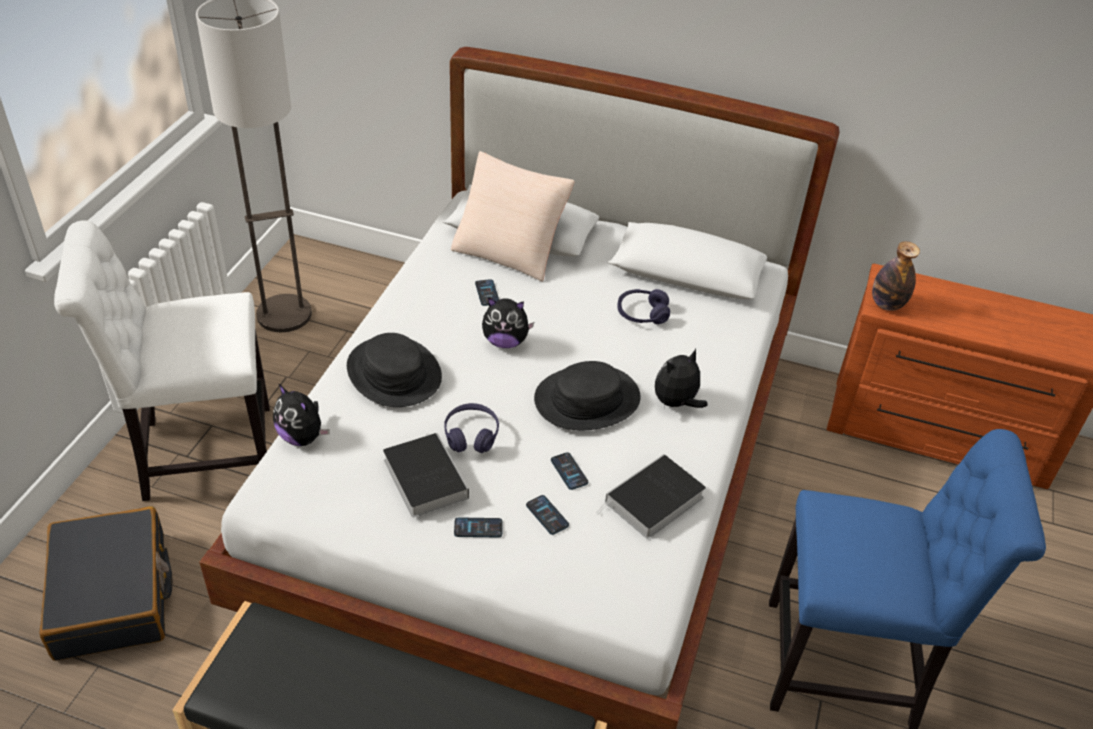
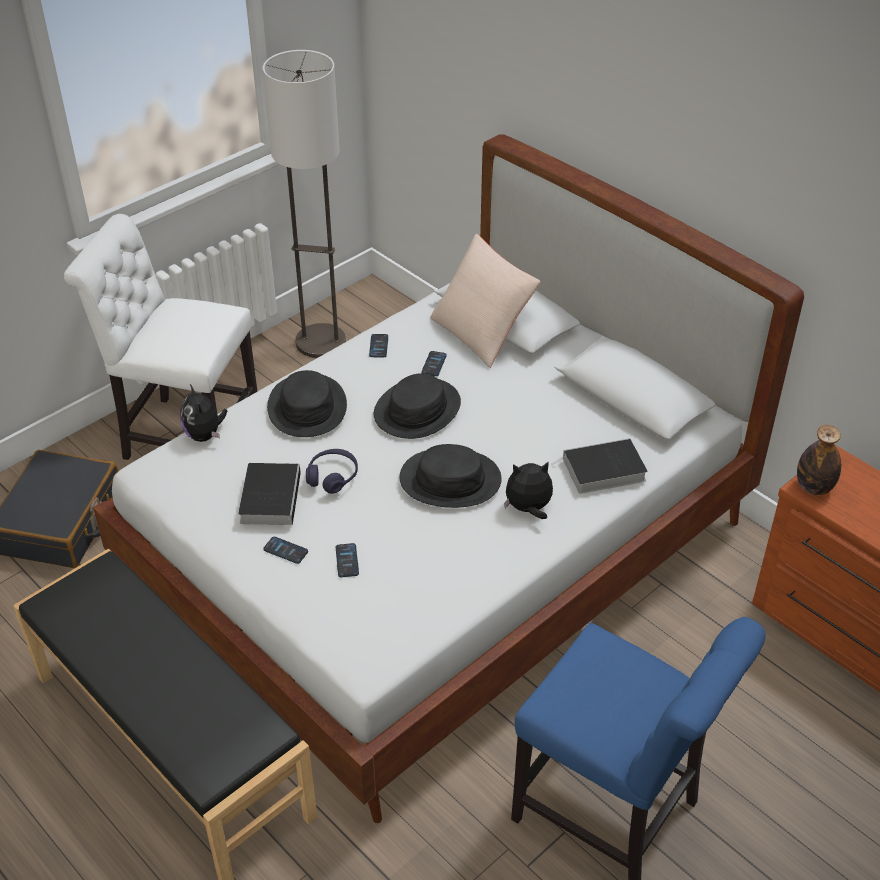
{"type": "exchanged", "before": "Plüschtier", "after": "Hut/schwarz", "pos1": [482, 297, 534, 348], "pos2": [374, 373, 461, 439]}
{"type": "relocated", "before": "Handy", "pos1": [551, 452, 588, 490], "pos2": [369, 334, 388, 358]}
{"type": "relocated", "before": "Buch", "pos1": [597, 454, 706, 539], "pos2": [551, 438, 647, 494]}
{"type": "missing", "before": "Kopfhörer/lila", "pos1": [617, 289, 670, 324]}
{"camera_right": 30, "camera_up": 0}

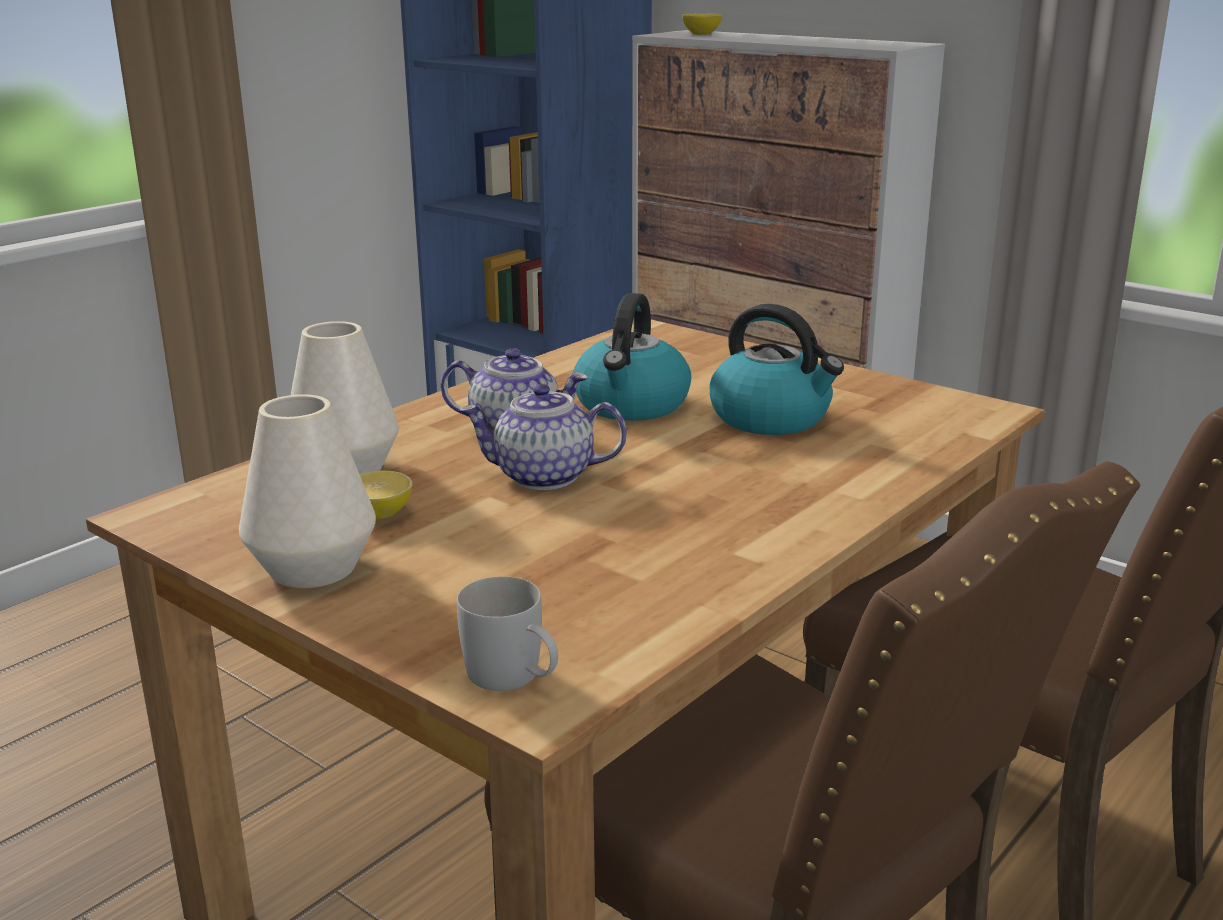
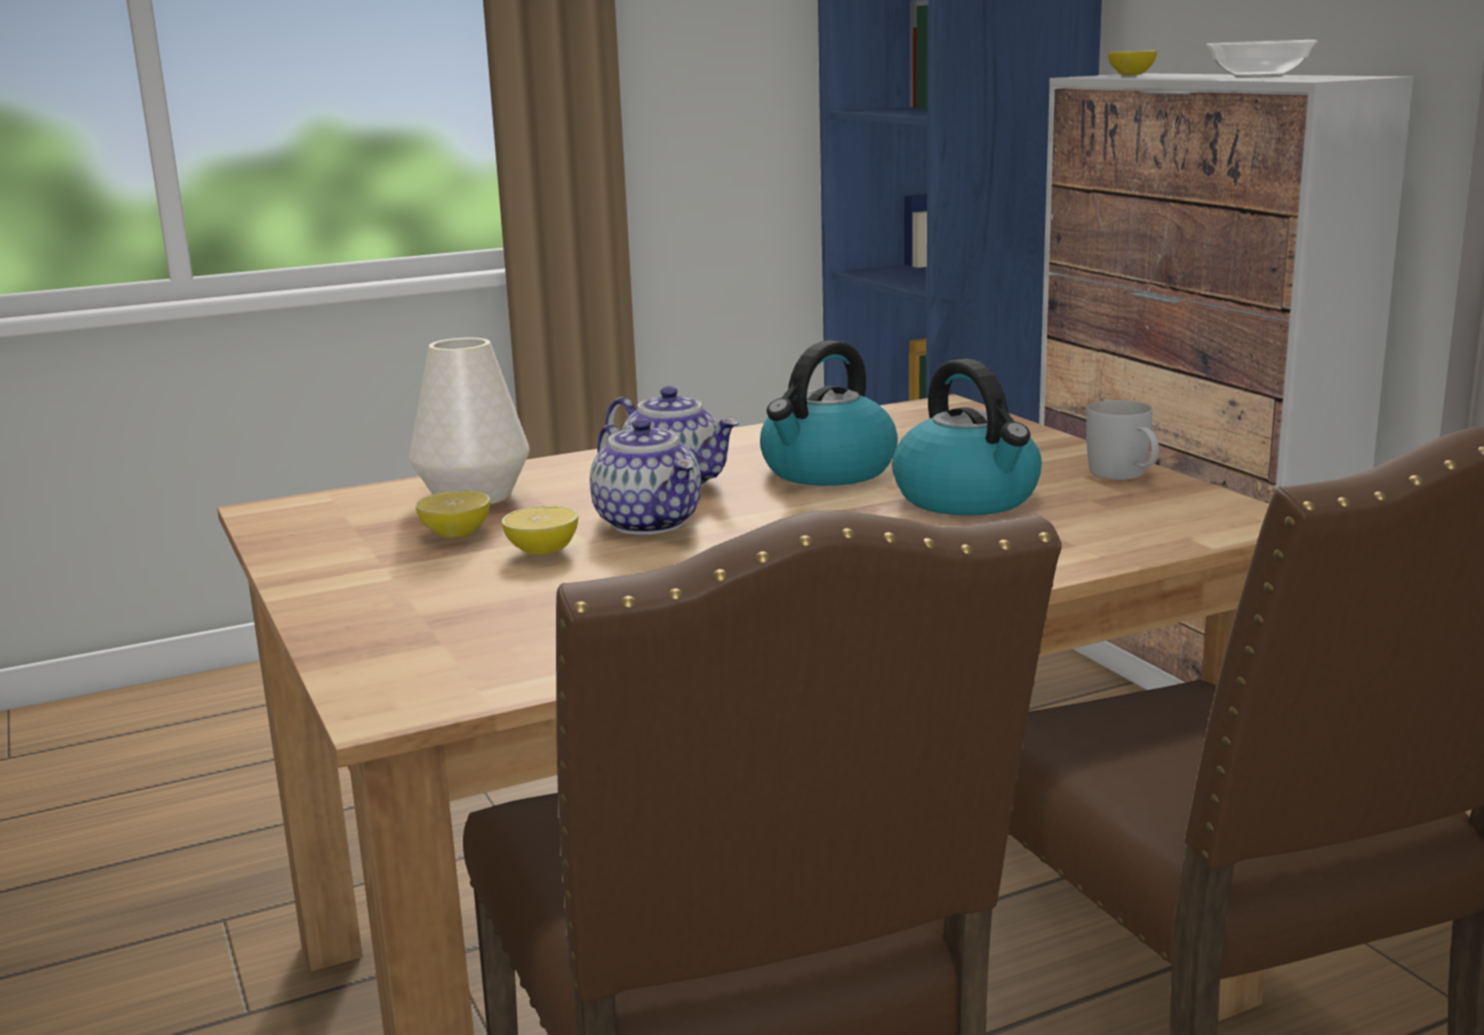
{"type": "missing", "before": "Vase/weiß", "pos1": [239, 394, 376, 588]}
{"type": "relocated", "before": "Henkelbecher/weiß", "pos1": [457, 576, 558, 691], "pos2": [1086, 400, 1159, 480]}
{"type": "spun", "before": "Teekanne", "pos1": [459, 384, 627, 490], "pos2": [590, 418, 701, 535], "turn": -150}
{"type": "appeared", "after": "Zitrone", "pos2": [502, 506, 578, 555]}
{"type": "appeared", "after": "Schüssel", "pos2": [1206, 40, 1318, 78]}
{"camera_right": 25, "camera_up": -5}

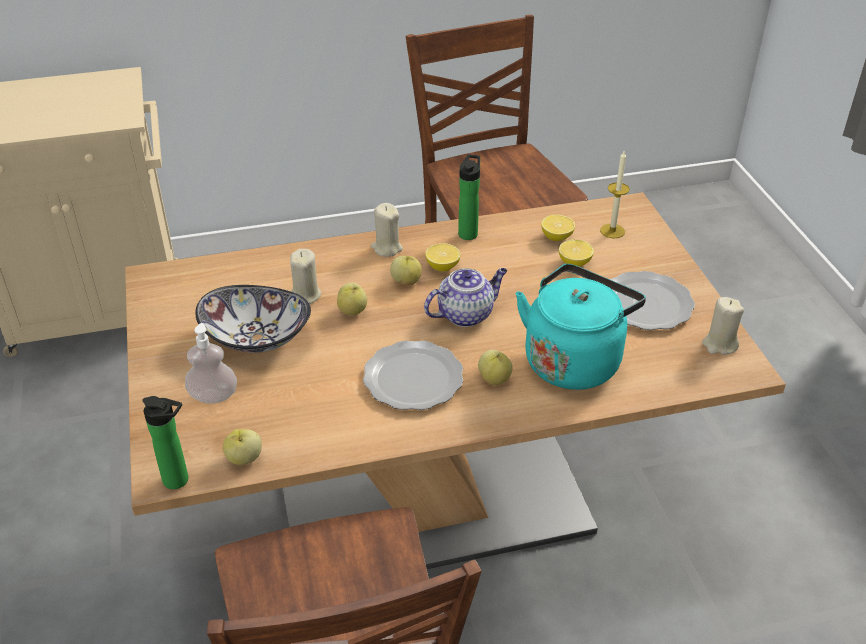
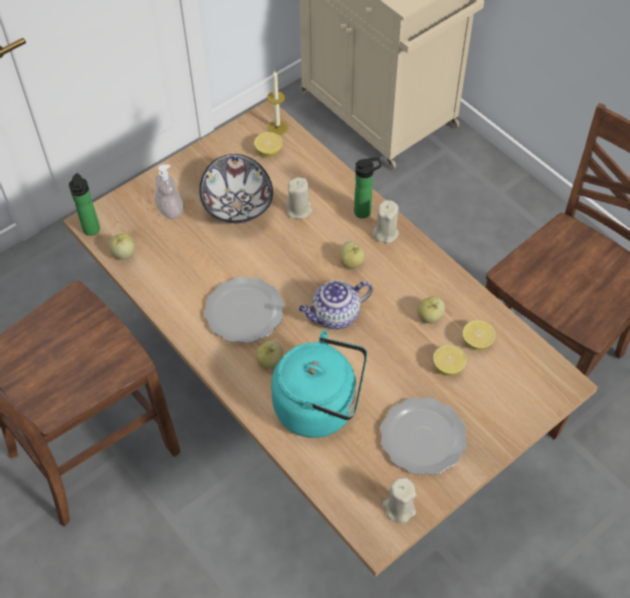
{"type": "relocated", "before": "Apfel", "pos1": [337, 283, 367, 315], "pos2": [417, 296, 445, 324]}
{"type": "spun", "before": "Teekanne", "pos1": [424, 268, 507, 327], "pos2": [299, 280, 373, 329], "turn": 120}
{"type": "relocated", "before": "Zitrone", "pos1": [425, 243, 460, 271], "pos2": [254, 132, 282, 156]}
{"type": "relocated", "before": "Flasche", "pos1": [458, 154, 480, 240], "pos2": [354, 157, 381, 218]}
{"type": "relocated", "before": "Kerze", "pos1": [600, 151, 630, 238], "pos2": [267, 71, 288, 135]}
{"camera_right": 65, "camera_up": 15}

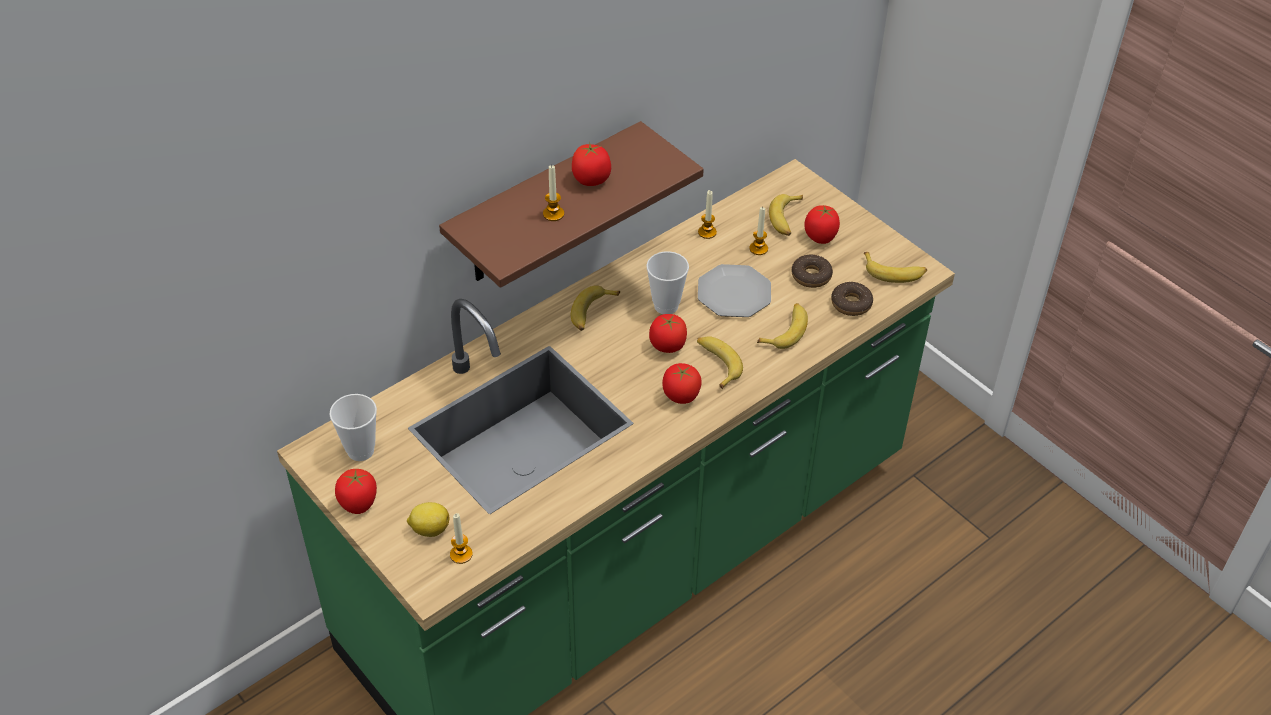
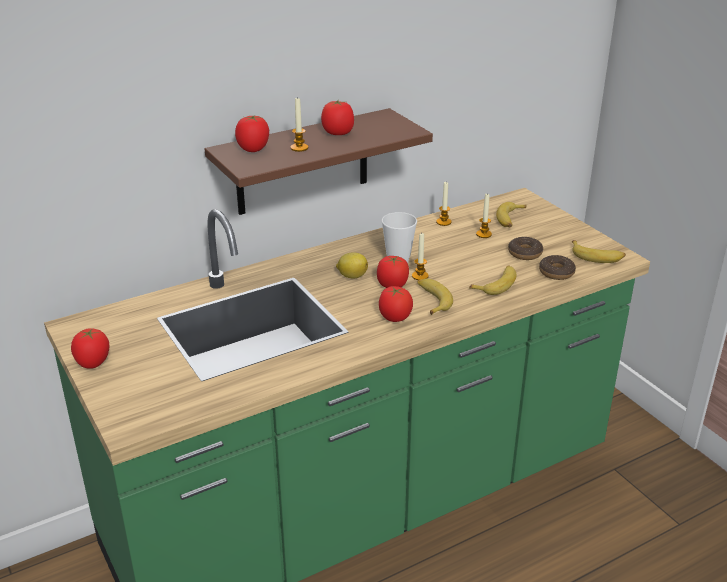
{"type": "missing", "before": "Tasse", "pos1": [330, 394, 377, 461]}
{"type": "relocated", "before": "Zitrone", "pos1": [407, 502, 450, 537], "pos2": [336, 252, 368, 279]}
{"type": "relocated", "before": "Kerze", "pos1": [450, 513, 473, 564], "pos2": [412, 233, 429, 280]}
{"type": "missing", "before": "Banane", "pos1": [571, 285, 620, 331]}
{"type": "missing", "before": "Teller", "pos1": [698, 264, 771, 317]}
{"type": "relocated", "before": "Tomate", "pos1": [804, 205, 840, 244], "pos2": [235, 115, 269, 152]}
{"camera_right": 10, "camera_up": -15}

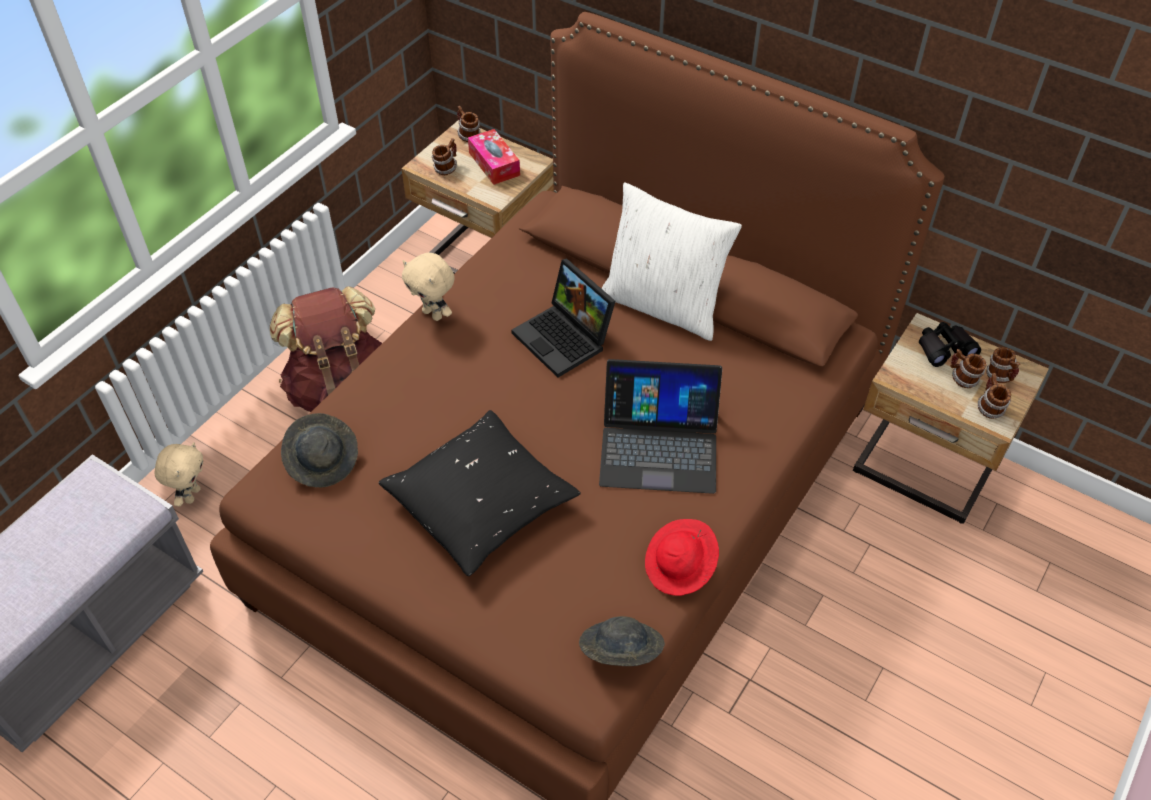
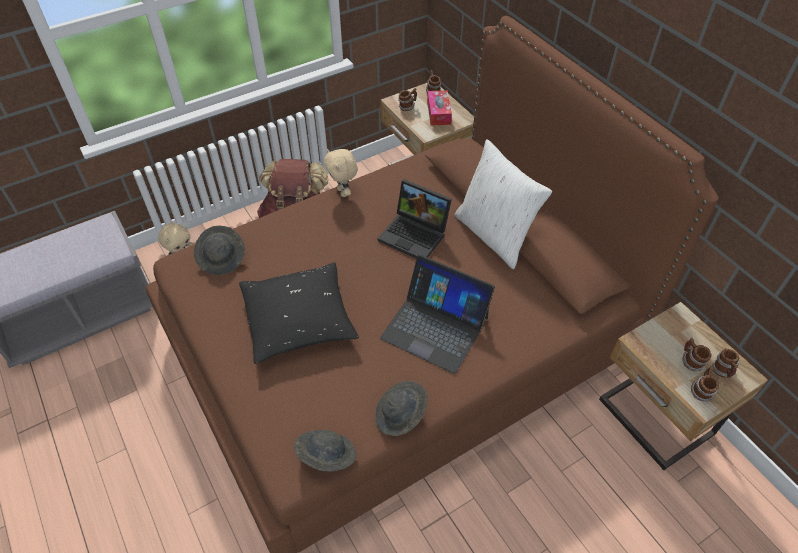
{"type": "spun", "before": "Laptop", "pos1": [511, 258, 615, 377], "pos2": [378, 179, 452, 259], "turn": -45}
{"type": "colour", "before": "Hut/rot", "after": "Hut/grau", "pos1": [645, 519, 719, 596], "pos2": [375, 381, 428, 436]}
{"type": "missing", "before": "Fernglas/schwarz", "pos1": [919, 322, 981, 367]}
{"camera_right": 25, "camera_up": 0}

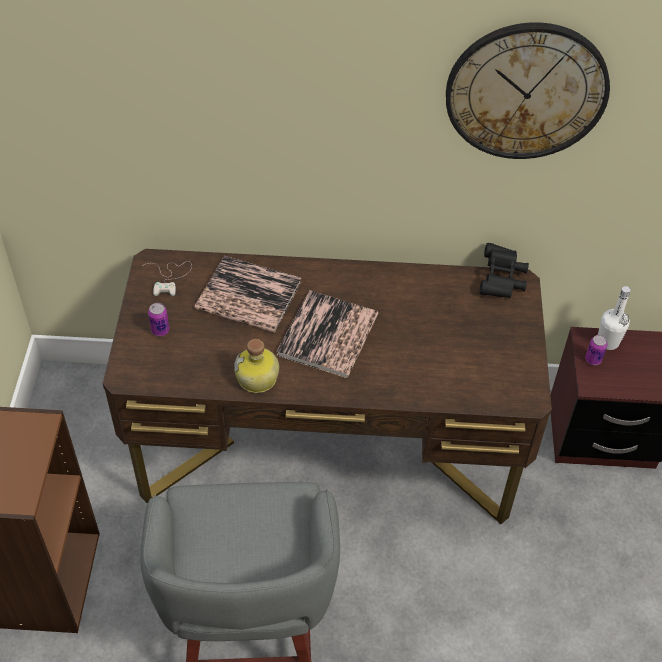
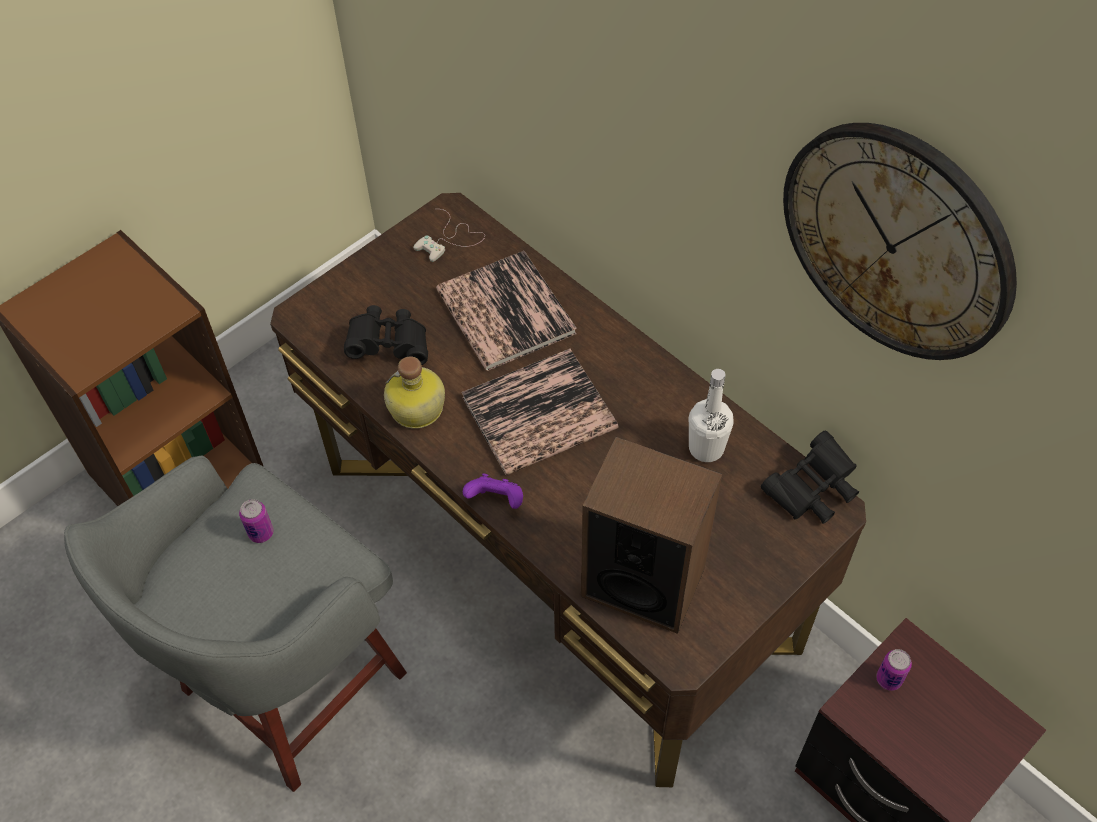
{"type": "relocated", "before": "Dose", "pos1": [148, 303, 169, 336], "pos2": [239, 499, 274, 543]}
{"type": "relocated", "before": "Flasche/weiß", "pos1": [598, 286, 631, 350], "pos2": [689, 369, 734, 462]}
{"type": "appeared", "after": "Fernglas/schwarz", "pos2": [344, 305, 428, 365]}
{"type": "appeared", "after": "Gamepad/lila", "pos2": [463, 474, 523, 509]}
{"type": "appeared", "after": "Lautsprecher", "pos2": [581, 437, 722, 634]}
{"camera_right": 45, "camera_up": 5}

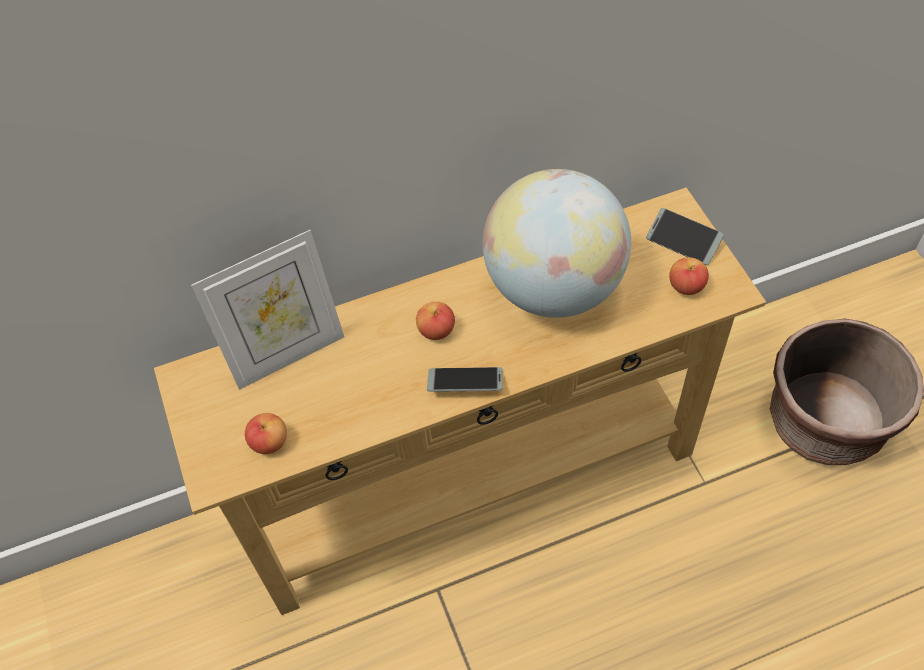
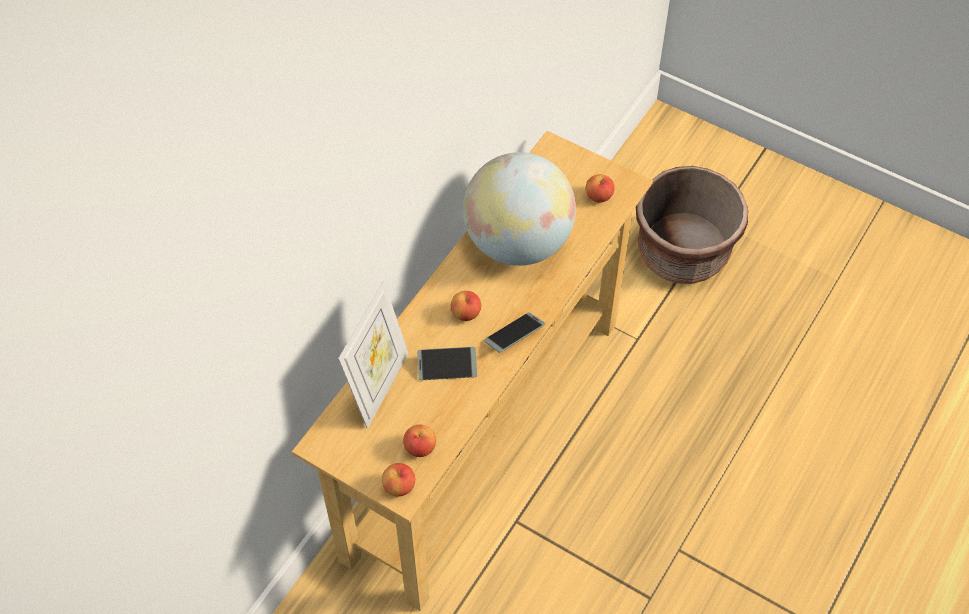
{"type": "relocated", "before": "Handy", "pos1": [646, 208, 724, 265], "pos2": [417, 347, 477, 380]}
{"type": "appeared", "after": "Apfel", "pos2": [382, 463, 415, 497]}
{"camera_right": -40, "camera_up": 0}

